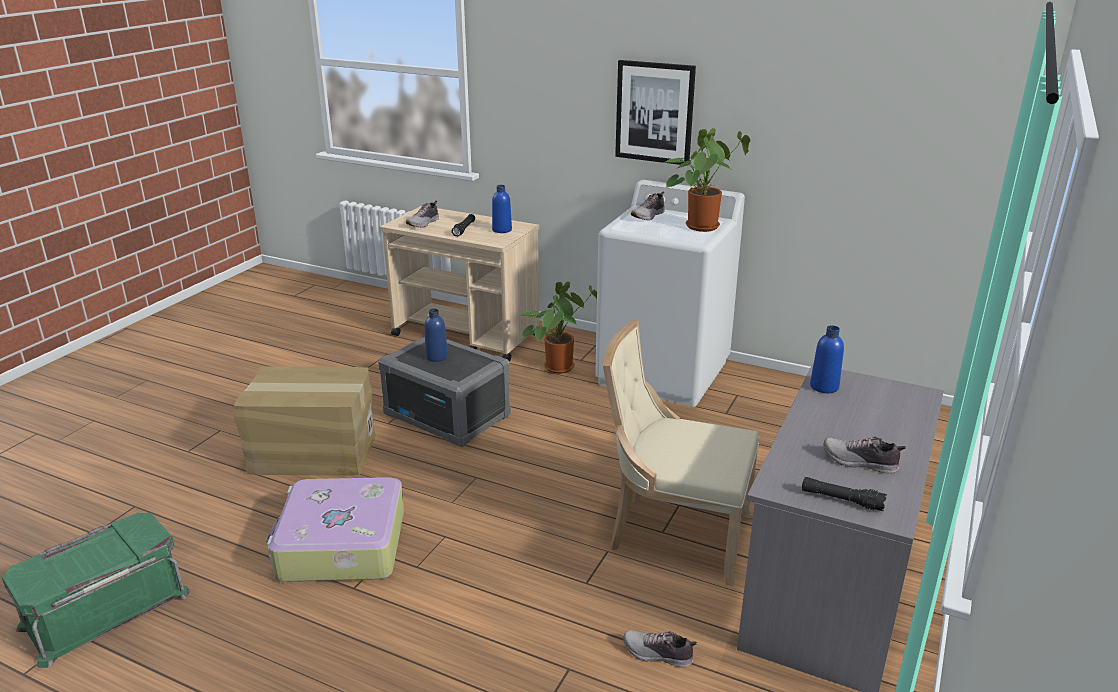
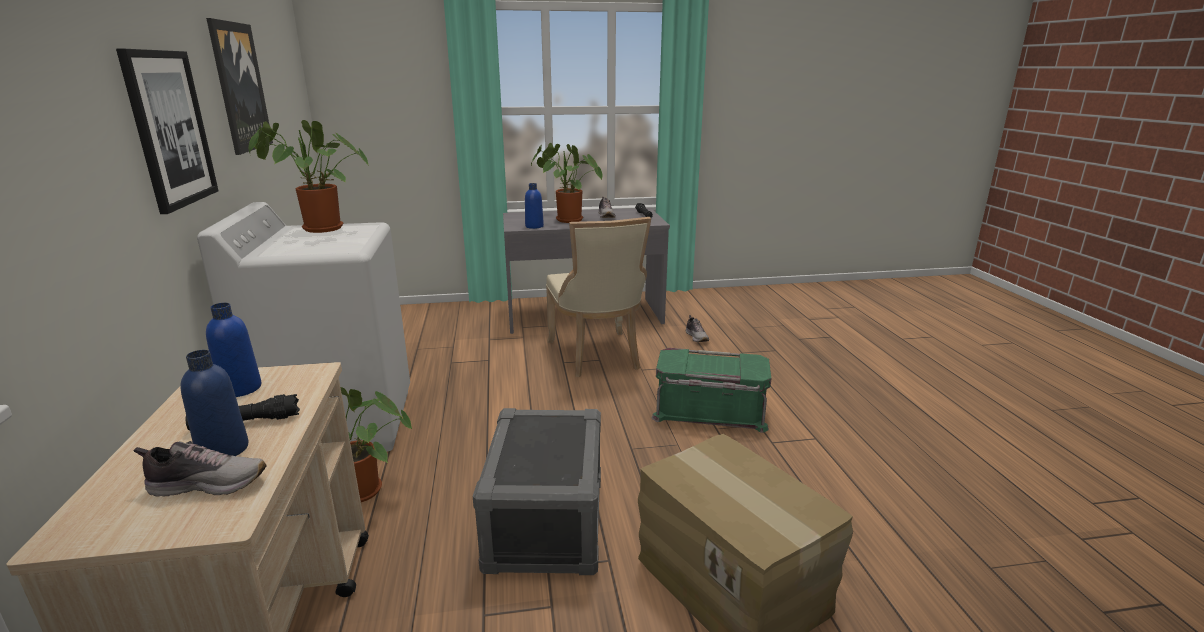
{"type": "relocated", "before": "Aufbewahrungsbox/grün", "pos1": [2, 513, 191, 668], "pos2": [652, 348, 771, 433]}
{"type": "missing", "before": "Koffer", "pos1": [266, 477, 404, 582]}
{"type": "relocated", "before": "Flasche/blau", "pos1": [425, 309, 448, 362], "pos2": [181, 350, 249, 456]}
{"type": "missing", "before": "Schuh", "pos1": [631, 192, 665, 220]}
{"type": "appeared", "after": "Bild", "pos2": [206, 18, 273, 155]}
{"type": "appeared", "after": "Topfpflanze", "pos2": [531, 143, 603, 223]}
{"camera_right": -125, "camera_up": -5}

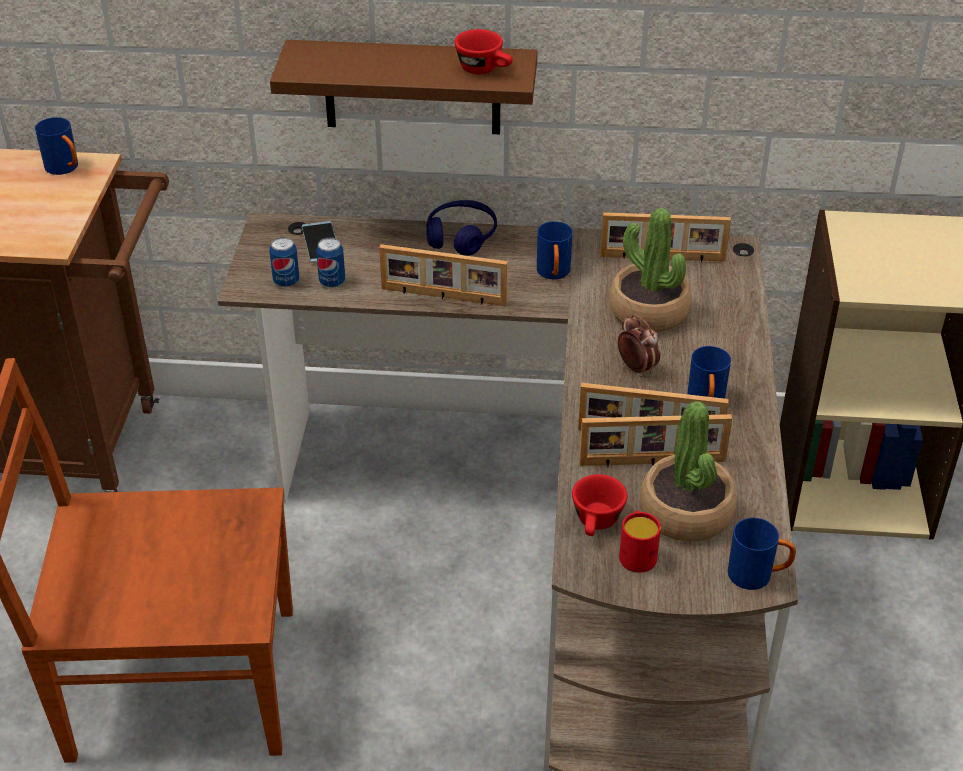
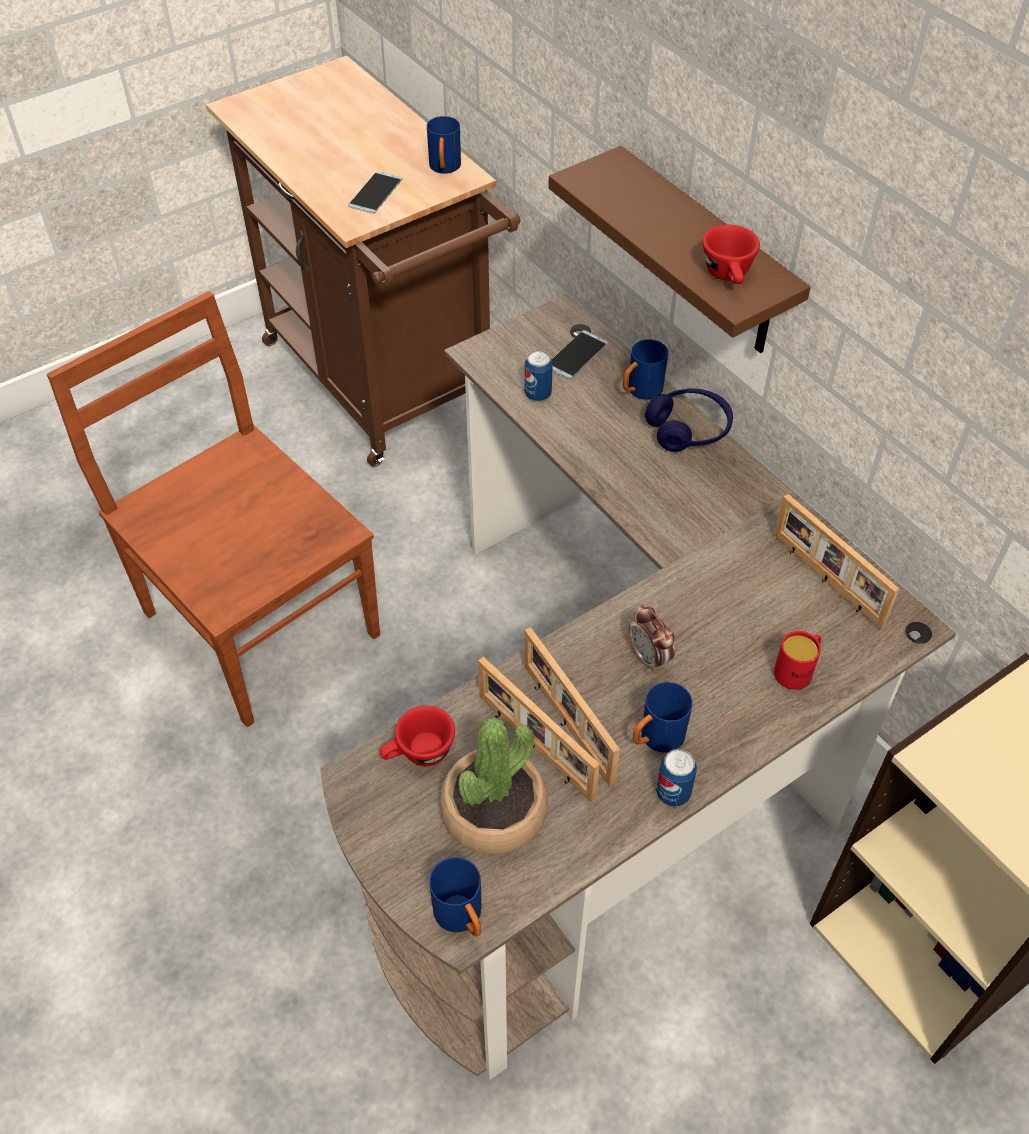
{"type": "relocated", "before": "Dose", "pos1": [269, 237, 299, 287], "pos2": [656, 749, 697, 807]}
{"type": "missing", "before": "Bilderrahmen", "pos1": [379, 244, 508, 306]}
{"type": "relocated", "before": "Henkelbecher/blau", "pos1": [537, 221, 573, 280], "pos2": [623, 339, 668, 400]}
{"type": "missing", "before": "Topfpflanze", "pos1": [609, 208, 692, 332]}
{"type": "spun", "before": "Wecker", "pos1": [618, 314, 660, 377], "pos2": [629, 604, 675, 672], "turn": 135}
{"type": "relocated", "before": "Henkelbecher/rot", "pos1": [619, 511, 661, 573], "pos2": [774, 631, 821, 690]}
{"type": "appeared", "after": "Handy", "pos2": [348, 171, 402, 214]}
{"camera_right": 50, "camera_up": 10}

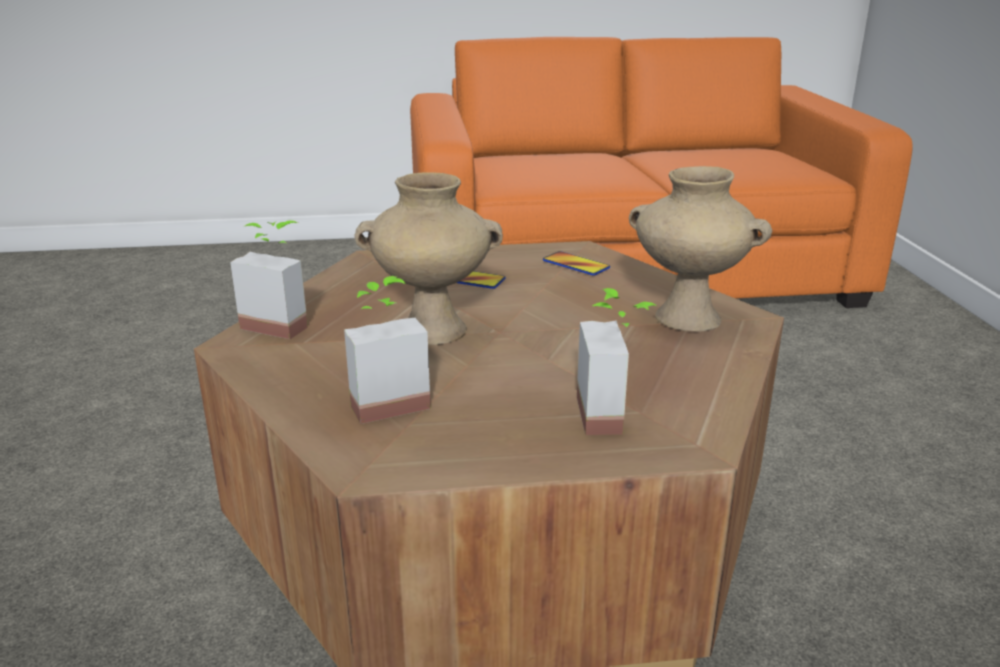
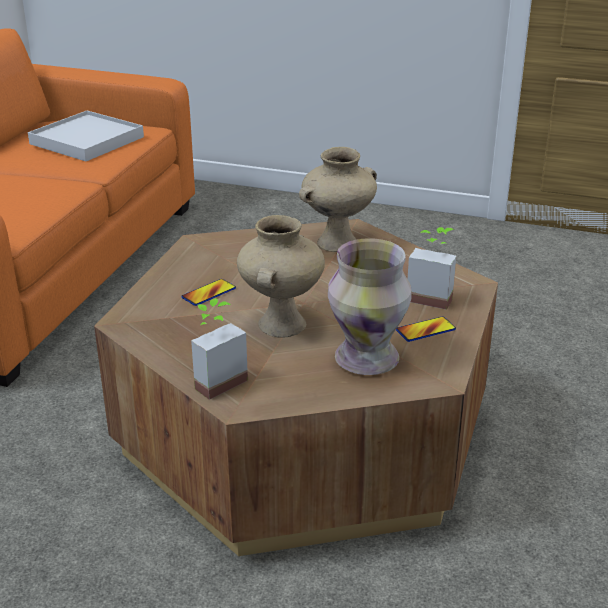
{"type": "exchanged", "before": "Topfpflanze", "after": "Vase", "pos1": [344, 276, 431, 424], "pos2": [328, 238, 411, 375]}
{"type": "relocated", "before": "Handy", "pos1": [543, 251, 610, 276], "pos2": [396, 317, 456, 342]}
{"type": "appeared", "after": "Tablett/weiß", "pos2": [28, 111, 144, 161]}
{"camera_right": -65, "camera_up": 5}

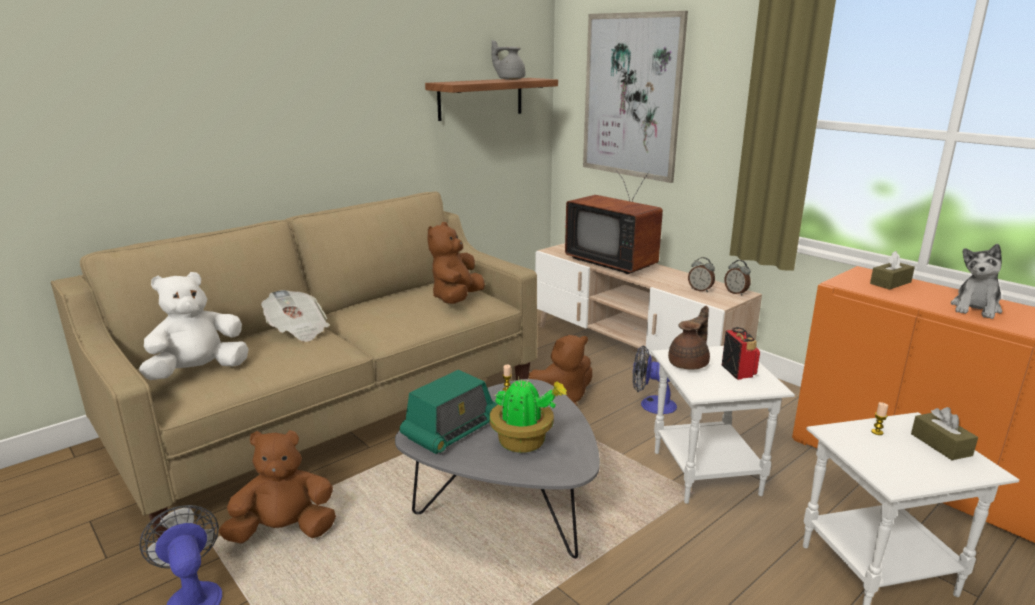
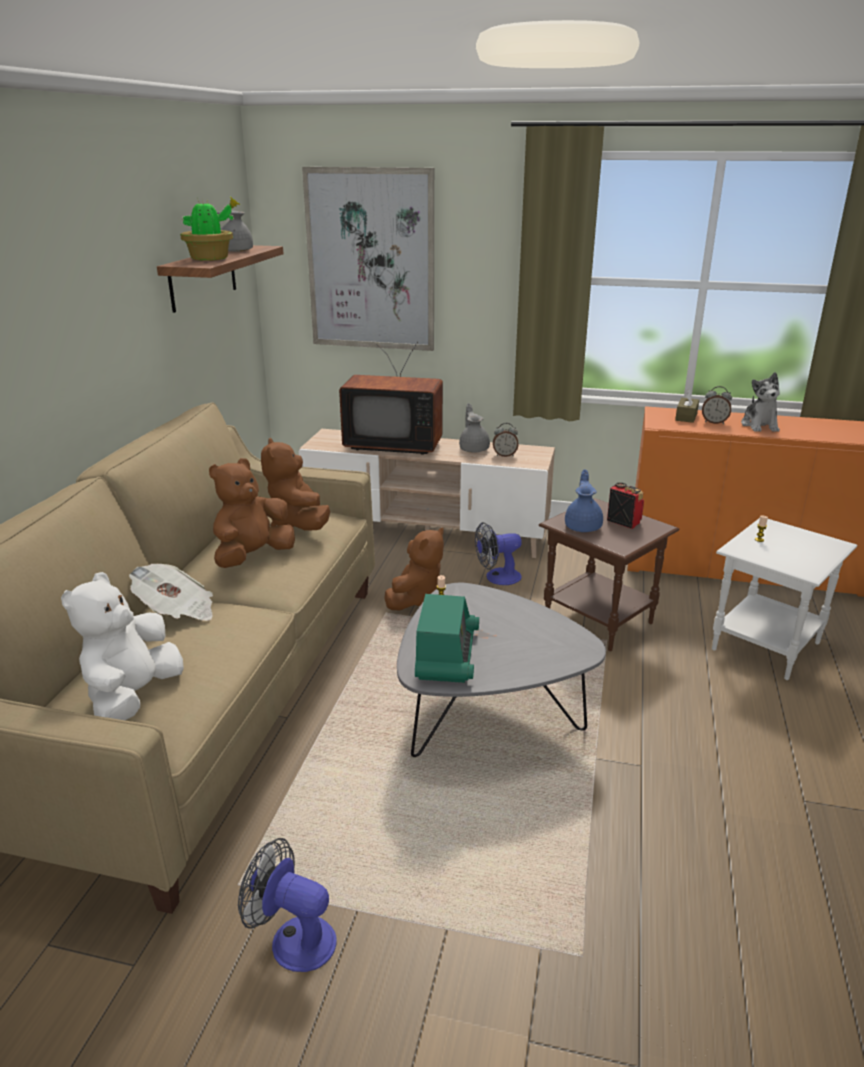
{"type": "relocated", "before": "Plüschtier/braun", "pos1": [219, 430, 336, 543], "pos2": [209, 458, 295, 568]}
{"type": "relocated", "before": "Topfpflanze", "pos1": [490, 376, 567, 453], "pos2": [180, 197, 240, 261]}
{"type": "colour", "before": "Beistelltisch/weiß", "after": "Beistelltisch/braun", "pos1": [651, 346, 795, 504], "pos2": [539, 498, 679, 651]}
{"type": "colour", "before": "Teekanne/braun", "after": "Teekanne/blau", "pos1": [668, 305, 710, 370], "pos2": [565, 469, 603, 532]}
{"type": "relocated", "before": "Wecker", "pos1": [724, 260, 751, 296], "pos2": [702, 386, 732, 424]}
{"type": "missing", "before": "Taschentuchbox/braun", "pos1": [911, 407, 978, 460]}
{"type": "appeared", "after": "Teekanne/grau", "pos2": [459, 403, 490, 453]}
{"camera_right": -35, "camera_up": 5}

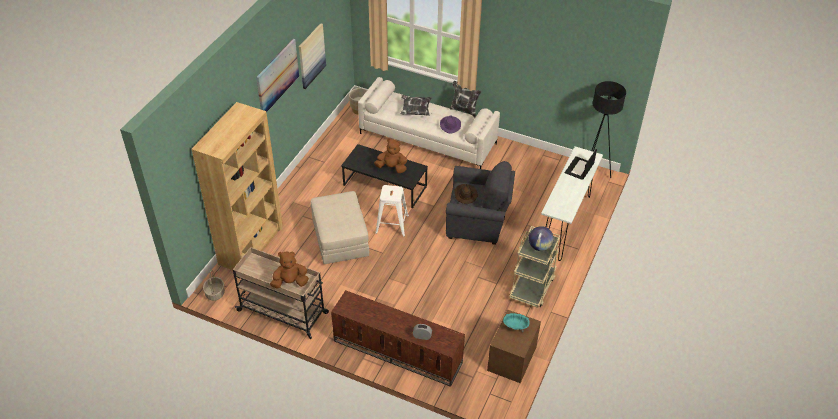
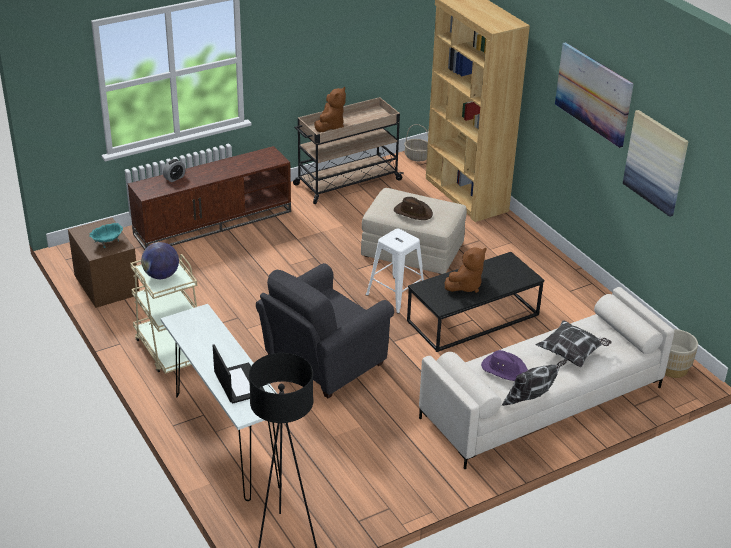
{"type": "relocated", "before": "Hut/braun", "pos1": [454, 184, 477, 204], "pos2": [394, 197, 433, 220]}
{"camera_right": 125, "camera_up": -10}

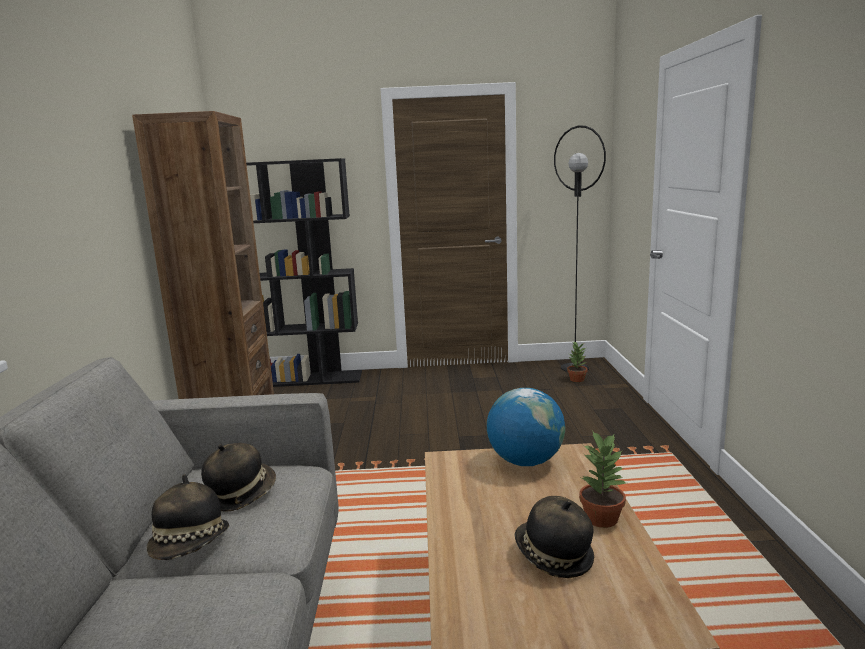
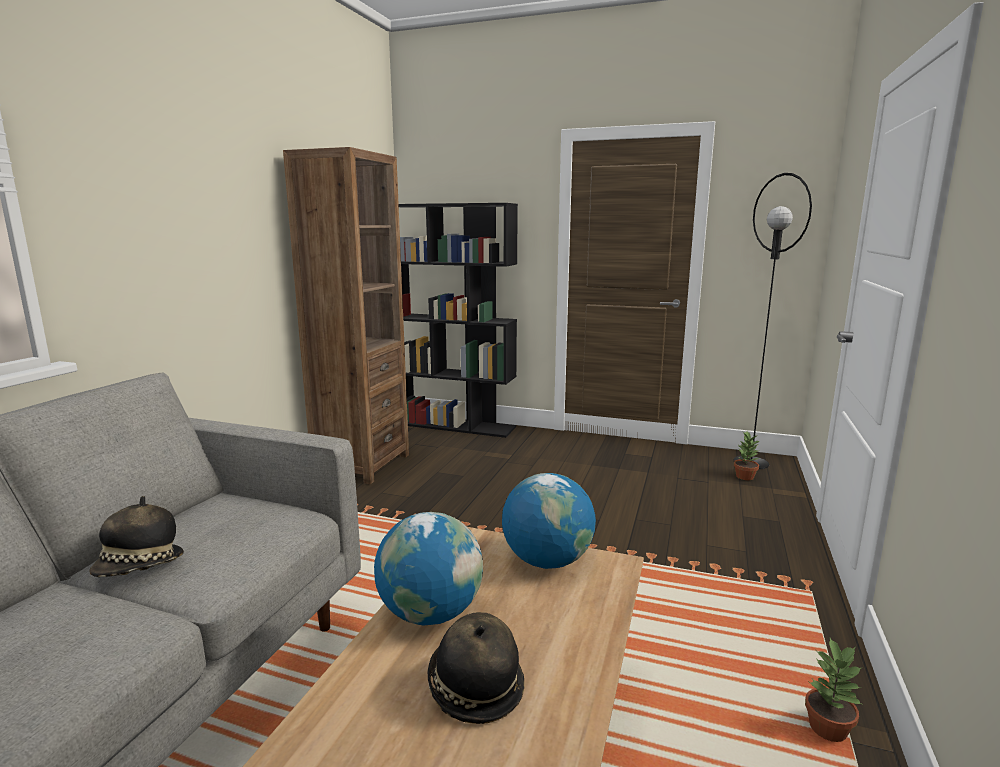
{"type": "missing", "before": "Hut", "pos1": [201, 443, 276, 511]}
{"type": "relocated", "before": "Topfpflanze", "pos1": [579, 430, 626, 528], "pos2": [805, 638, 863, 742]}
{"type": "appeared", "after": "Globus", "pos2": [374, 512, 483, 626]}
{"camera_right": 20, "camera_up": 0}

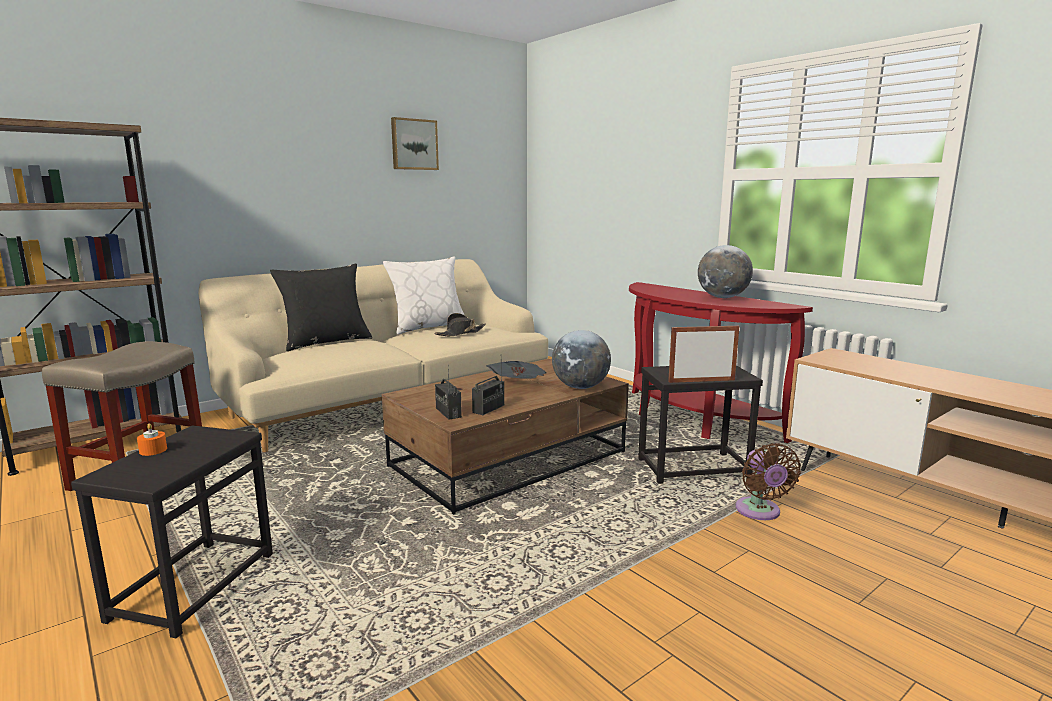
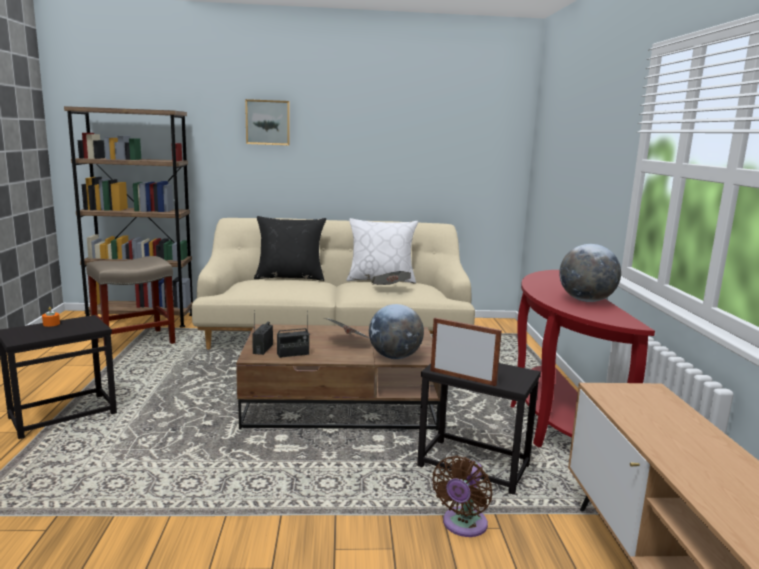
{"type": "relocated", "before": "Bild", "pos1": [391, 117, 439, 170], "pos2": [245, 99, 290, 145]}
{"type": "exchanged", "before": "Hut/schwarz", "after": "Zeitung", "pos1": [435, 313, 486, 336], "pos2": [371, 271, 411, 285]}
{"camera_right": 35, "camera_up": 0}

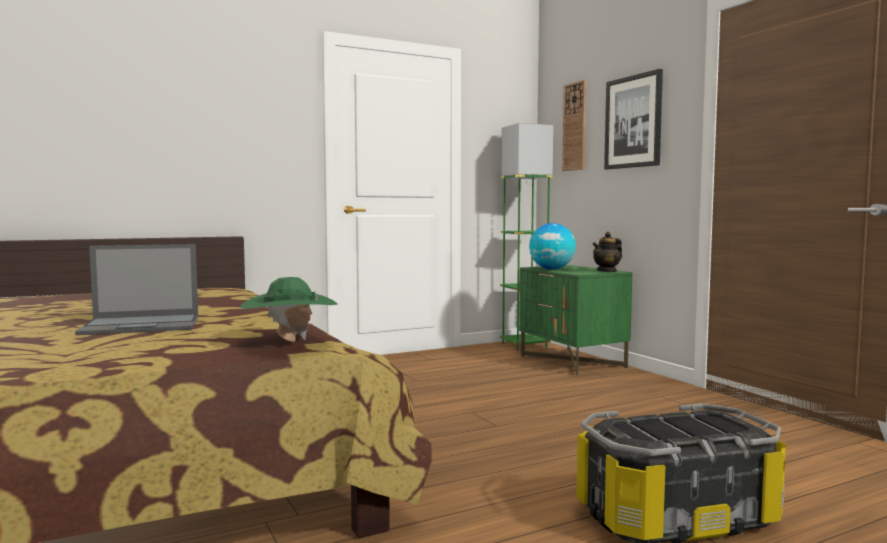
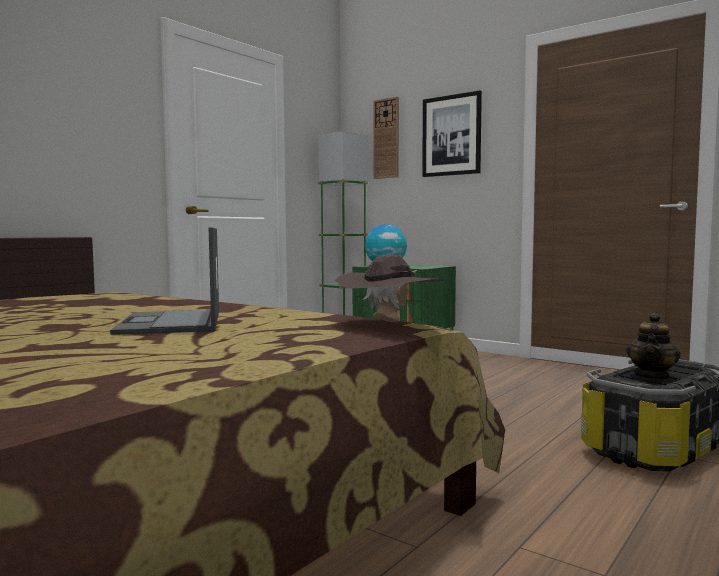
{"type": "spun", "before": "Laptop", "pos1": [75, 244, 198, 335], "pos2": [110, 227, 219, 335], "turn": 120}
{"type": "colour", "before": "Hut/grün", "after": "Hut/braun", "pos1": [240, 277, 338, 342], "pos2": [335, 255, 445, 323]}
{"type": "relocated", "before": "Teekanne", "pos1": [592, 232, 622, 272], "pos2": [626, 312, 681, 380]}
{"camera_right": -25, "camera_up": 0}

